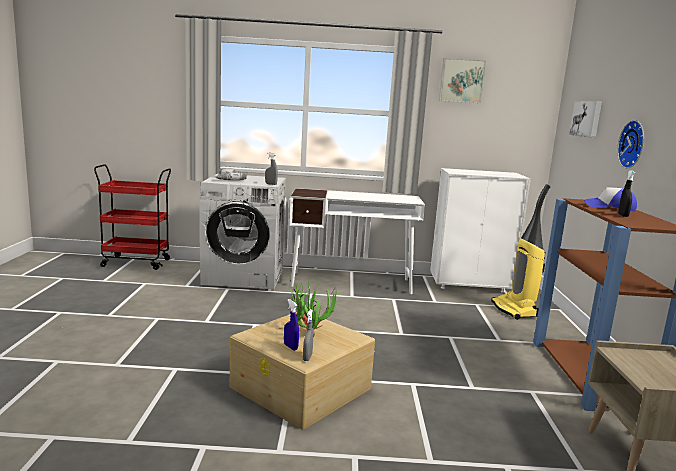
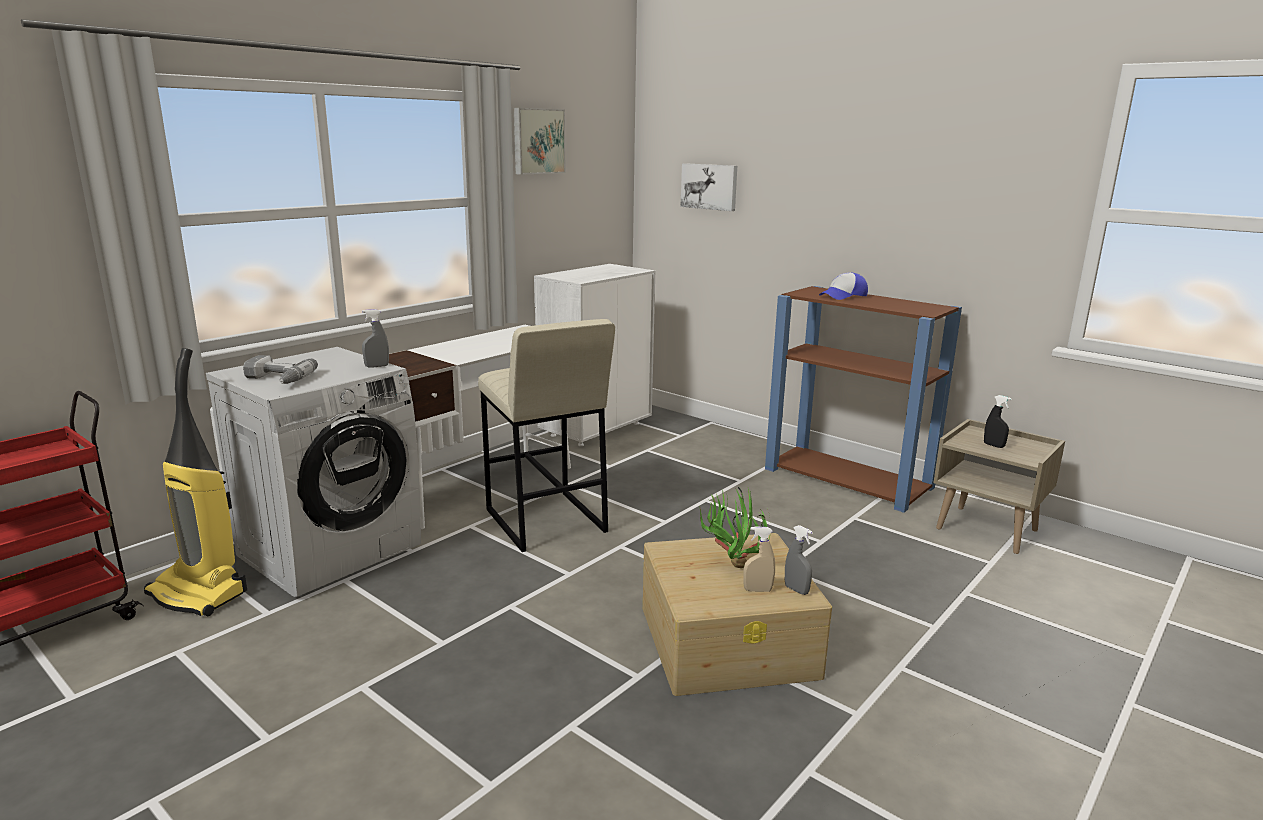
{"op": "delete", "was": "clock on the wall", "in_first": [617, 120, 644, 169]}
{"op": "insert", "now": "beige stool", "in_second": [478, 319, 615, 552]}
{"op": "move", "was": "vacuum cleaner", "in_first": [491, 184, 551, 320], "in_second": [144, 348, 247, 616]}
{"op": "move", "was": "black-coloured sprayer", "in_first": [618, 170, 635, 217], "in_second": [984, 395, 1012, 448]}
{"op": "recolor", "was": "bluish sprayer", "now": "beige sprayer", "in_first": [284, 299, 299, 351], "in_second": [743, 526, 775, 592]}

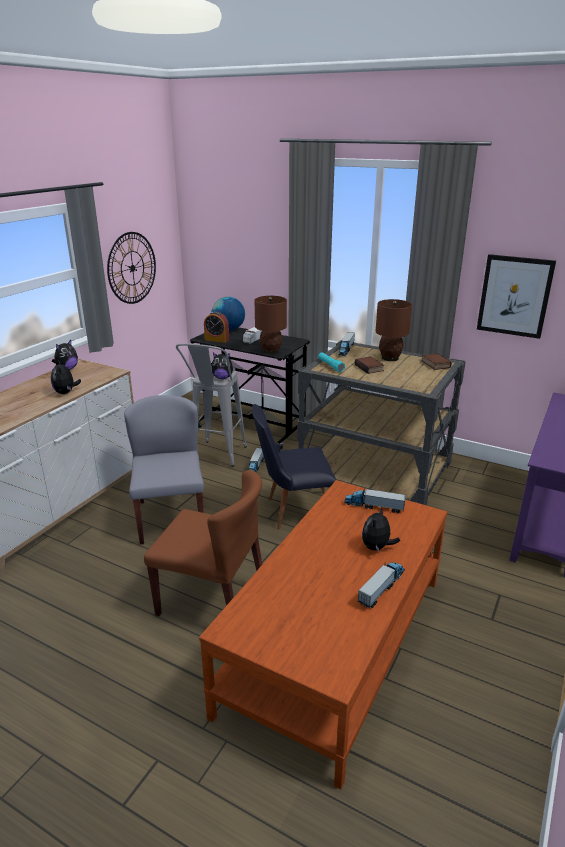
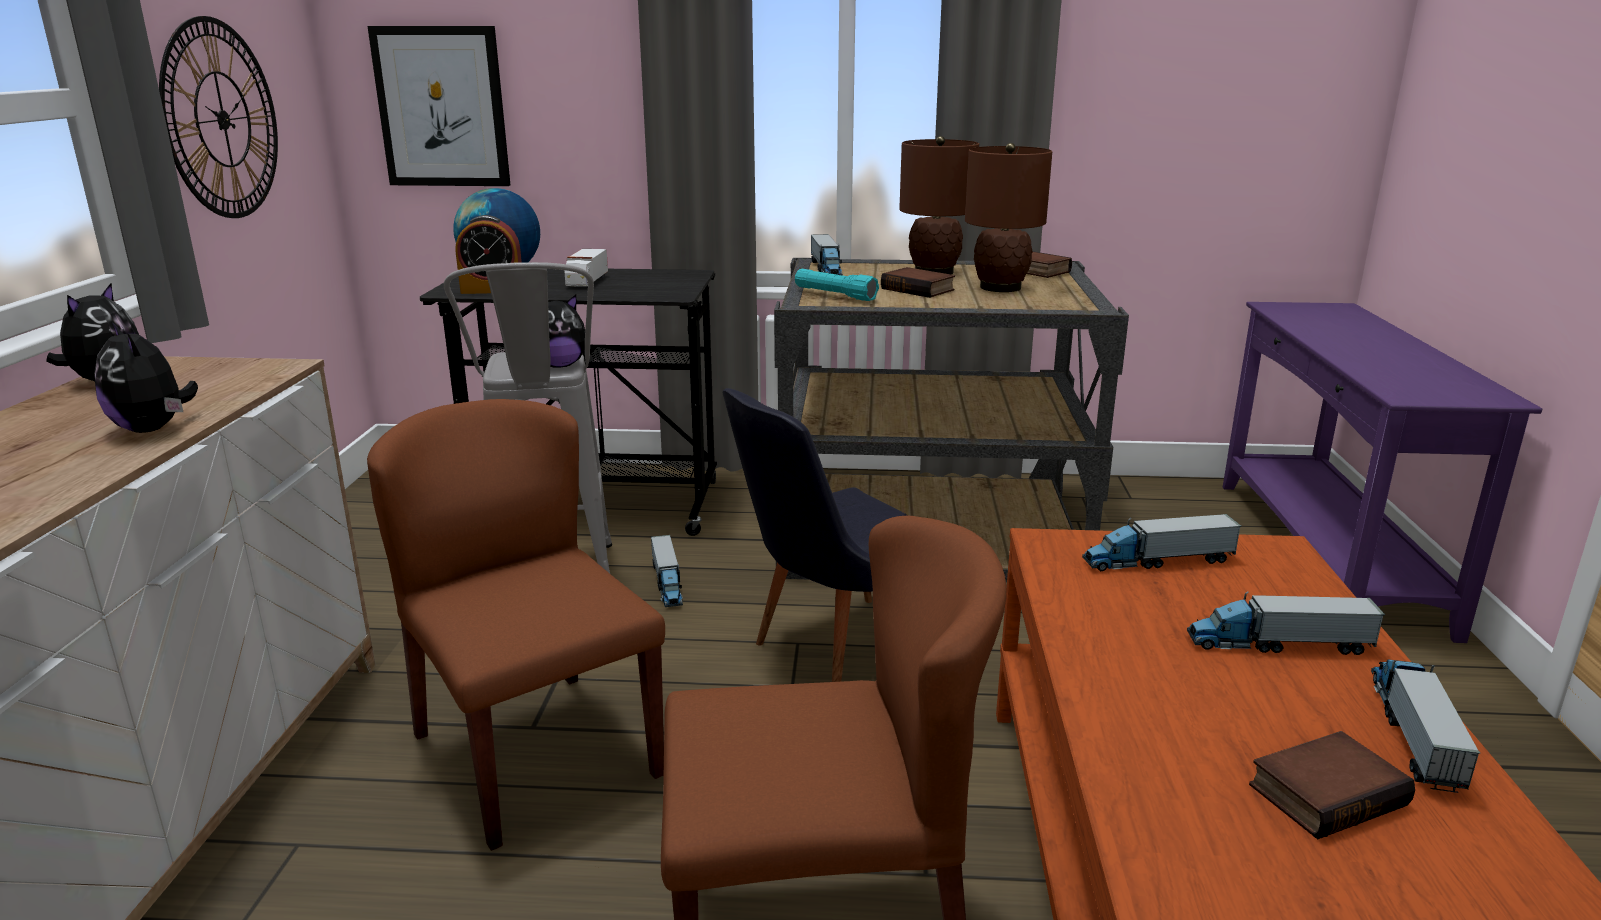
{"op": "insert", "now": "volume", "in_second": [1249, 731, 1415, 839]}
{"op": "move", "was": "brown lamp for a table", "in_first": [254, 296, 287, 354], "in_second": [965, 143, 1052, 292]}
{"op": "move", "was": "picture", "in_first": [477, 254, 556, 339], "in_second": [367, 26, 511, 186]}
{"op": "replace", "was": "plush toy", "now": "toy truck", "in_first": [362, 507, 400, 552], "in_second": [1187, 591, 1385, 655]}
{"op": "recolor", "was": "grey chair", "now": "brown chair", "in_first": [124, 395, 204, 545], "in_second": [367, 399, 665, 851]}

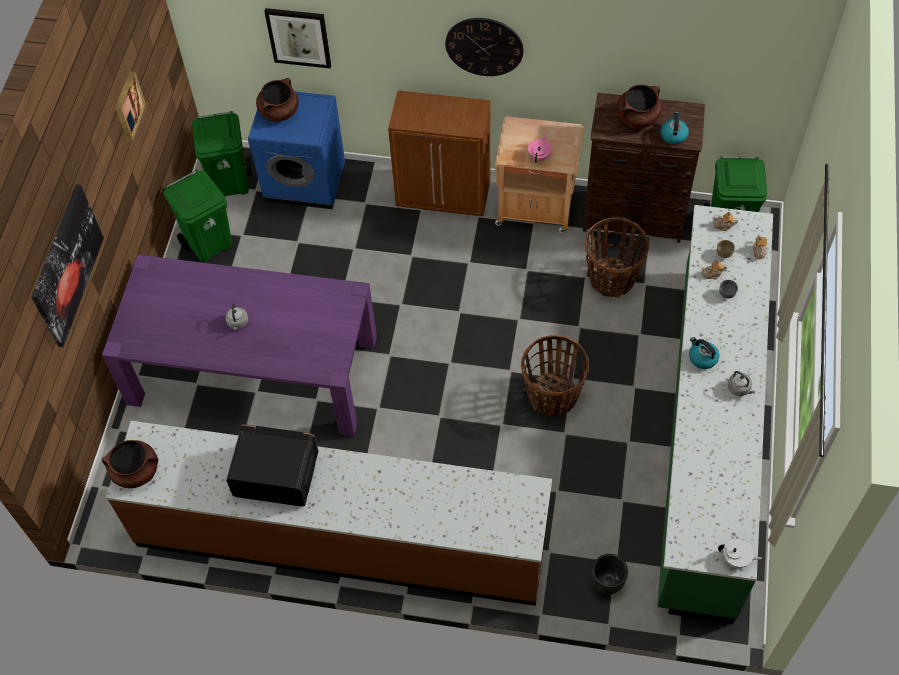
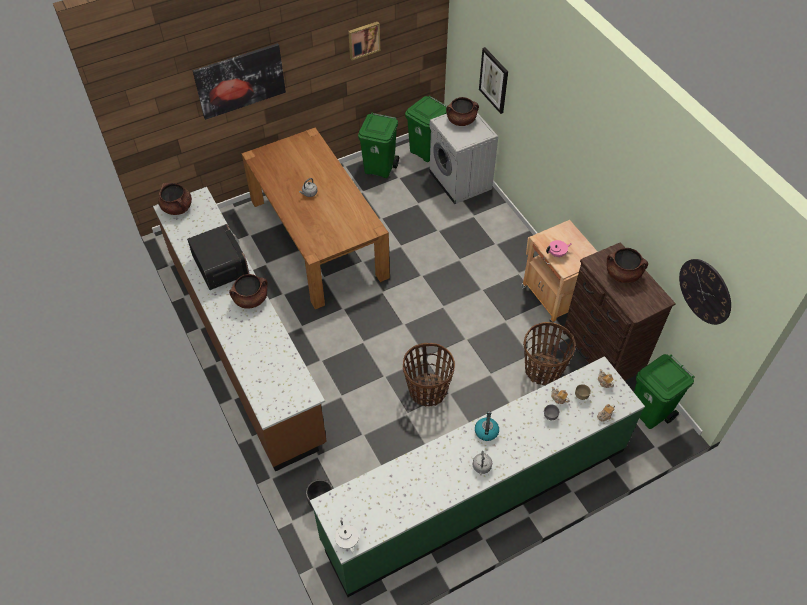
{"op": "delete", "was": "brown cupboard", "in_first": [388, 90, 491, 216]}
{"op": "delete", "was": "kettle", "in_first": [661, 112, 689, 144]}
{"op": "insert", "now": "brown cooking pot", "in_second": [229, 274, 268, 308]}
{"op": "move", "was": "clock on the wall", "in_first": [445, 18, 524, 76], "in_second": [679, 259, 731, 325]}
{"op": "recolor", "was": "purple dining table", "now": "brown dining table", "in_first": [102, 254, 377, 436], "in_second": [242, 128, 390, 309]}
{"op": "recolor", "was": "bluish laundry appliance", "now": "white-coloured laundry appliance", "in_first": [248, 92, 345, 209], "in_second": [430, 113, 498, 204]}

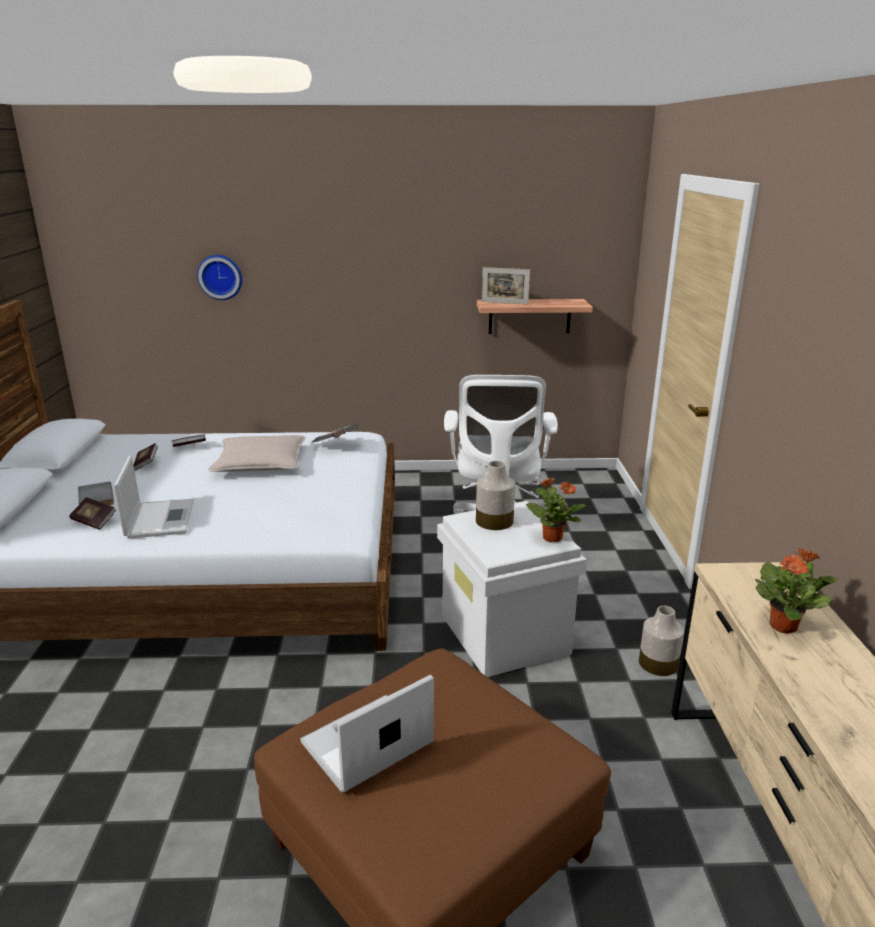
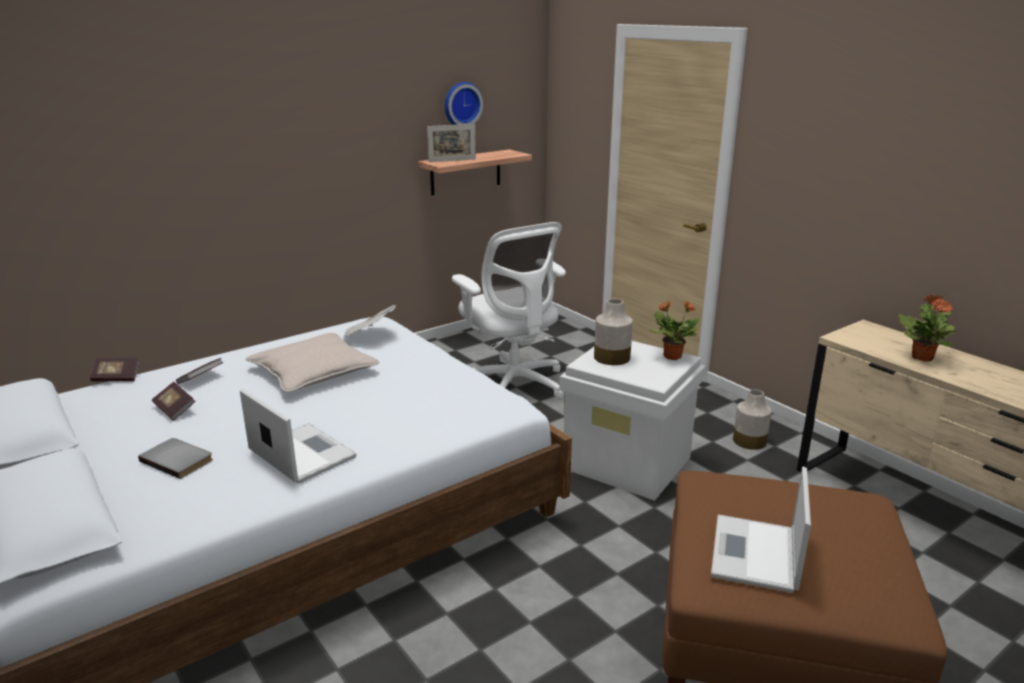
{"op": "move", "was": "volume", "in_first": [69, 497, 116, 530], "in_second": [90, 358, 139, 381]}
{"op": "move", "was": "clock on the wall", "in_first": [197, 255, 242, 300], "in_second": [445, 82, 483, 125]}

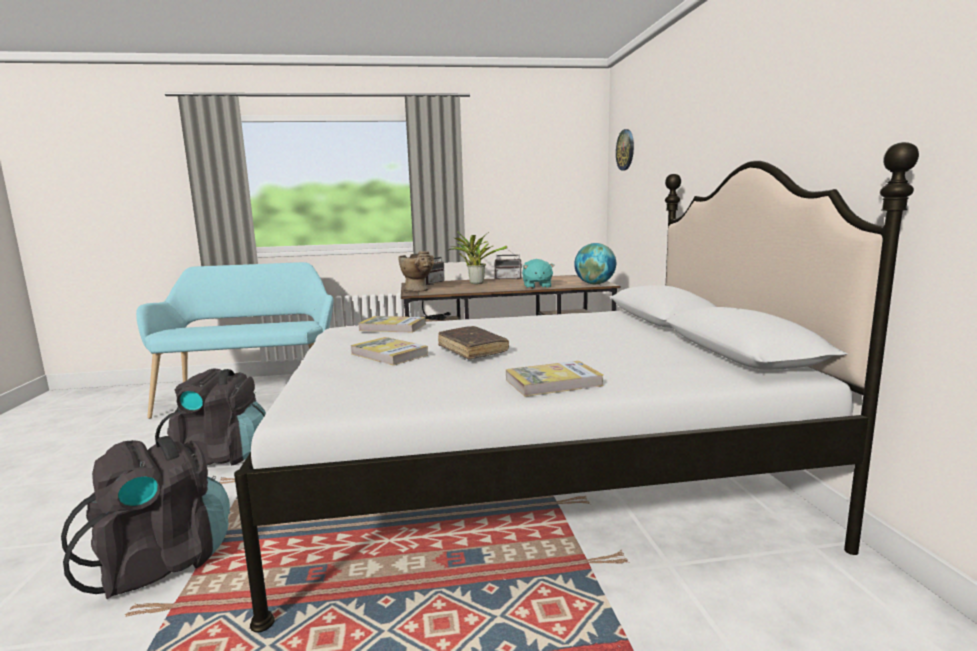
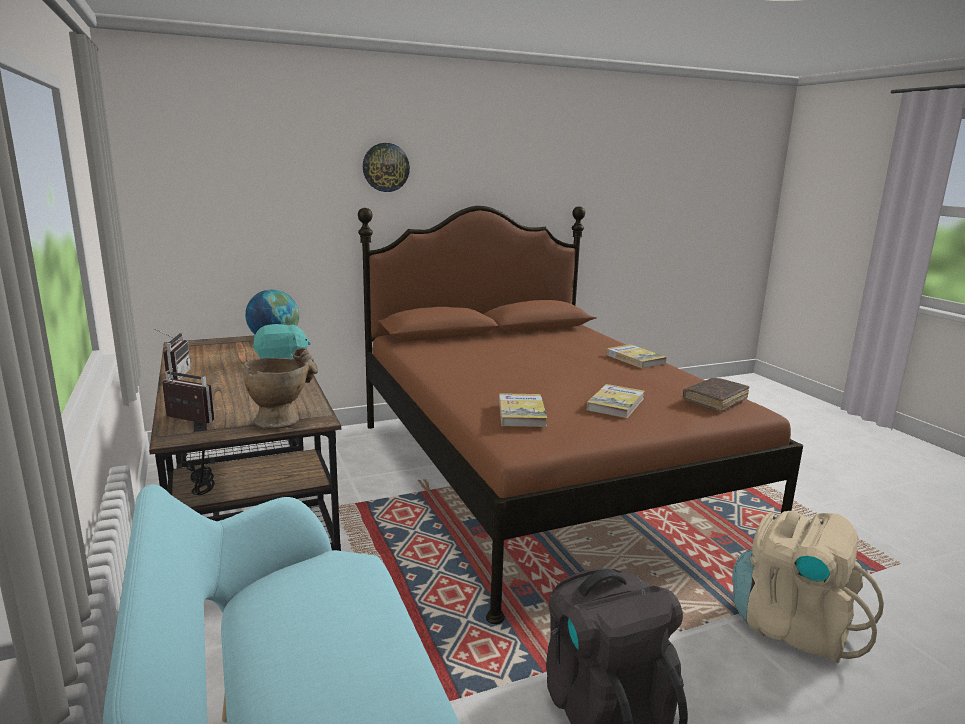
{"op": "delete", "was": "houseplant", "in_first": [447, 231, 507, 284]}
{"op": "move", "was": "brown volume", "in_first": [438, 326, 509, 359], "in_second": [683, 378, 750, 412]}
{"op": "move", "was": "clock on the wall", "in_first": [616, 129, 634, 171], "in_second": [363, 143, 410, 192]}
{"op": "recolor", "was": "black-coloured rucksack", "now": "beige rucksack", "in_first": [61, 436, 230, 599], "in_second": [732, 510, 884, 663]}
{"op": "recolor", "was": "white-coloured bedroom bed", "now": "brown bedroom bed", "in_first": [234, 142, 919, 632], "in_second": [358, 206, 803, 624]}

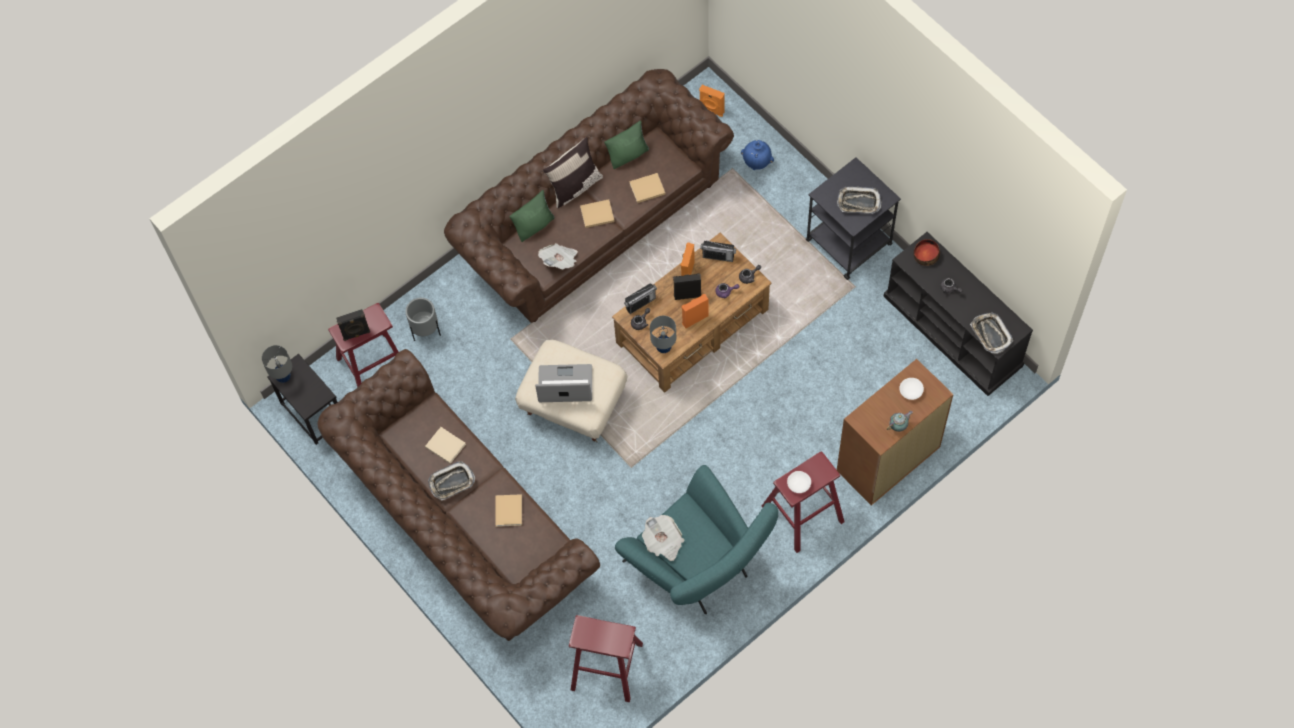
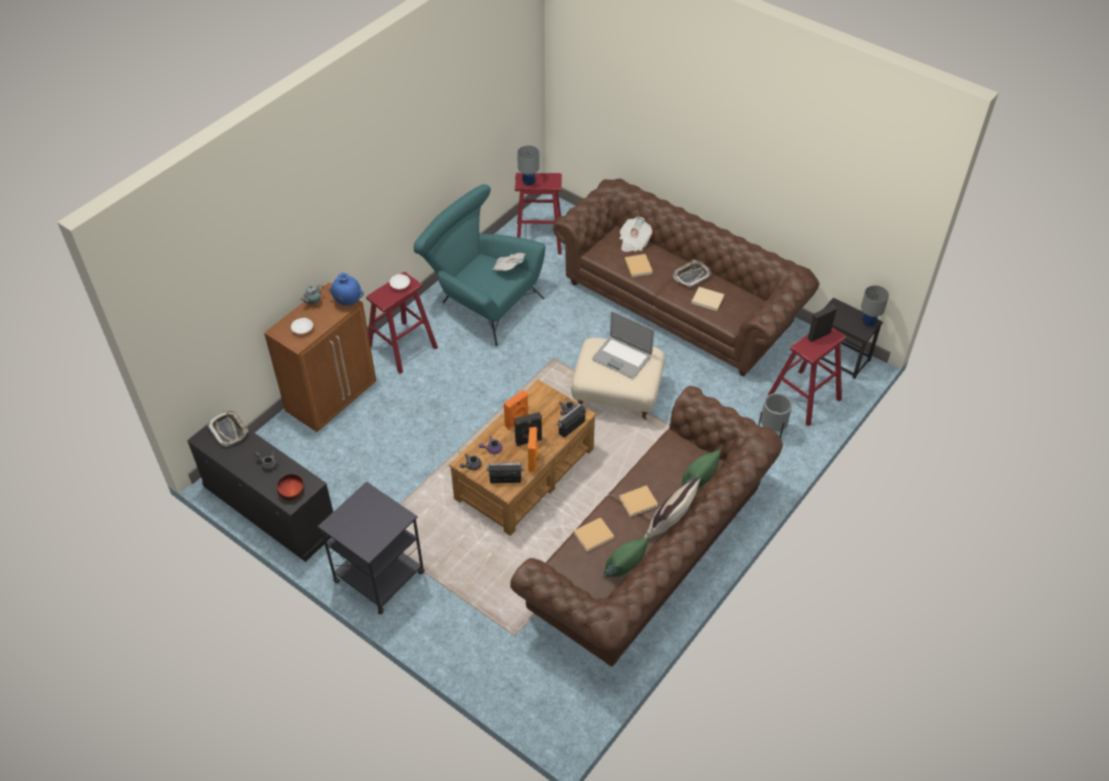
{"op": "delete", "was": "orangey audio speaker", "in_first": [699, 85, 725, 117]}
{"op": "delete", "was": "carrying tray", "in_first": [837, 187, 882, 214]}
{"op": "move", "was": "printed paper", "in_first": [538, 243, 578, 269], "in_second": [620, 217, 652, 252]}
{"op": "move", "was": "grey lamp for a table", "in_first": [650, 316, 676, 353], "in_second": [517, 145, 539, 185]}
{"op": "move", "was": "bluish flower vase", "in_first": [741, 140, 774, 170], "in_second": [329, 273, 364, 305]}
{"op": "rotate", "was": "portable computer", "in_first": [535, 364, 592, 402], "in_second": [592, 311, 654, 379], "clockwise": 45}

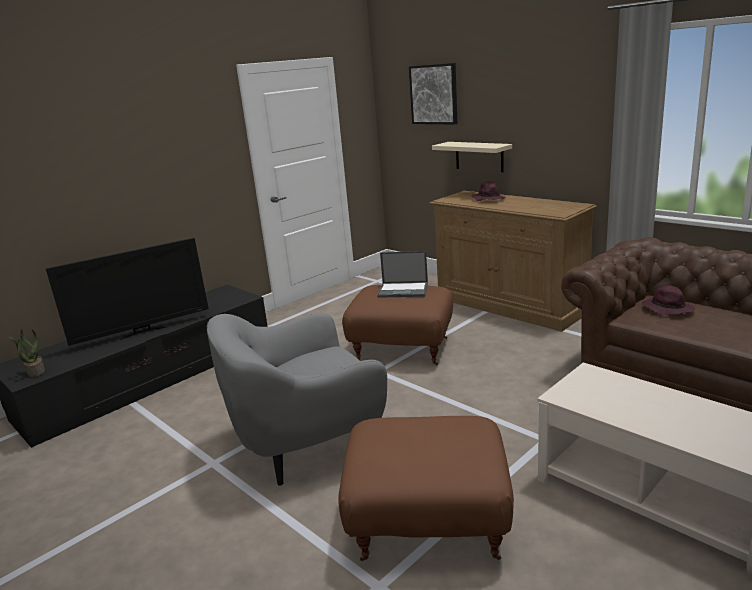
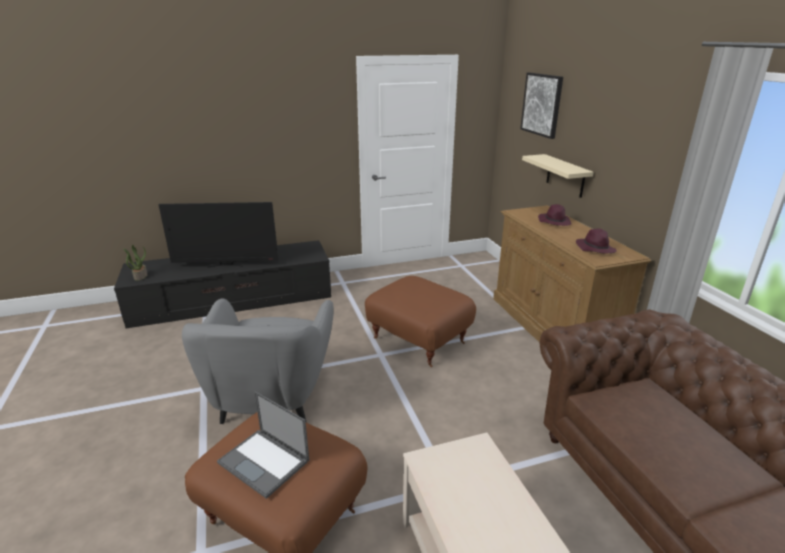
{"op": "move", "was": "portable computer", "in_first": [377, 251, 428, 298], "in_second": [217, 391, 309, 499]}
{"op": "move", "was": "purple wearable hat", "in_first": [642, 285, 695, 315], "in_second": [576, 228, 617, 253]}
{"op": "rotate", "was": "grey easy chair", "in_first": [207, 313, 387, 486], "in_second": [182, 298, 334, 424], "clockwise": -90}

